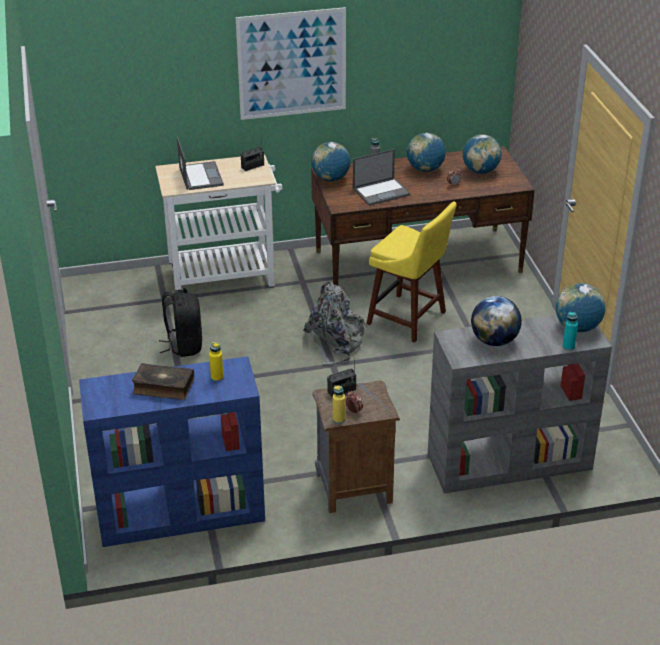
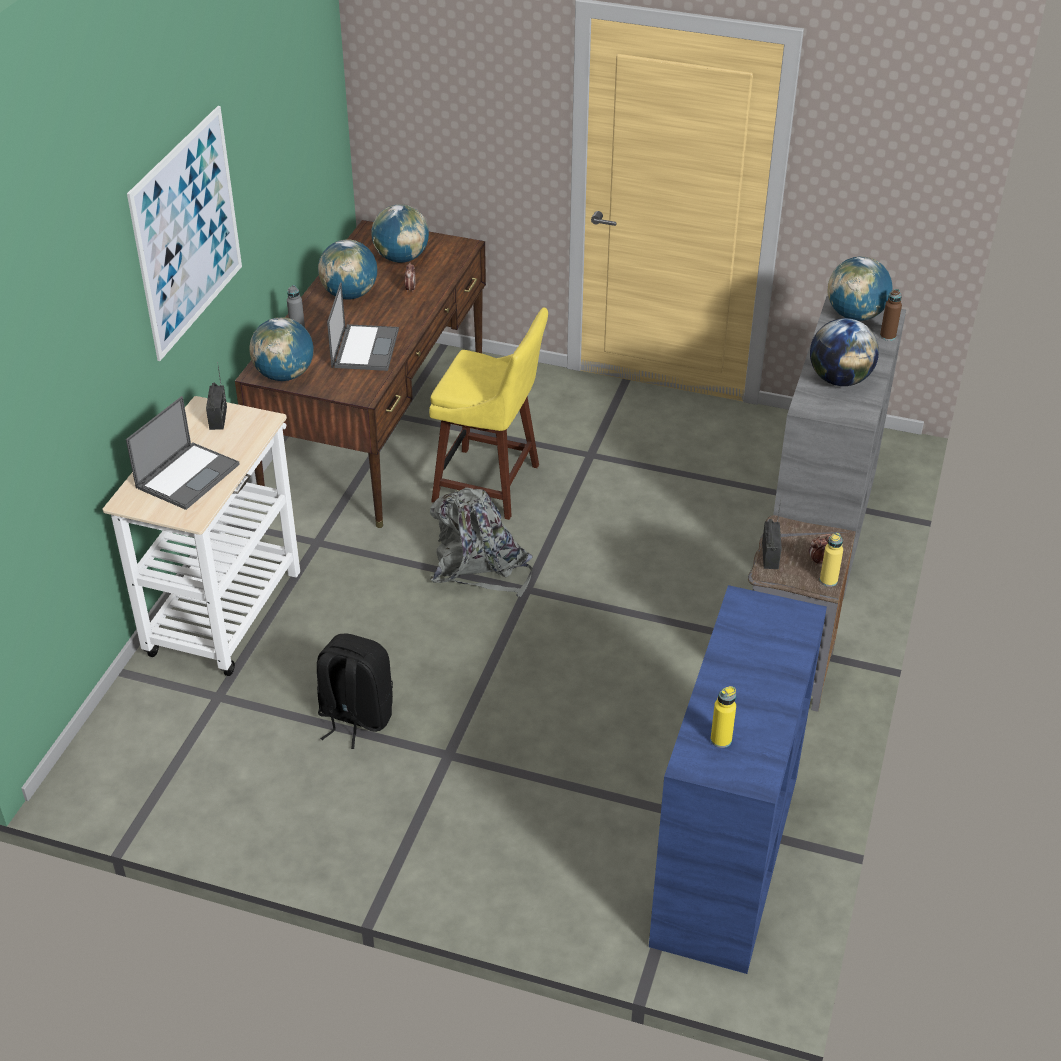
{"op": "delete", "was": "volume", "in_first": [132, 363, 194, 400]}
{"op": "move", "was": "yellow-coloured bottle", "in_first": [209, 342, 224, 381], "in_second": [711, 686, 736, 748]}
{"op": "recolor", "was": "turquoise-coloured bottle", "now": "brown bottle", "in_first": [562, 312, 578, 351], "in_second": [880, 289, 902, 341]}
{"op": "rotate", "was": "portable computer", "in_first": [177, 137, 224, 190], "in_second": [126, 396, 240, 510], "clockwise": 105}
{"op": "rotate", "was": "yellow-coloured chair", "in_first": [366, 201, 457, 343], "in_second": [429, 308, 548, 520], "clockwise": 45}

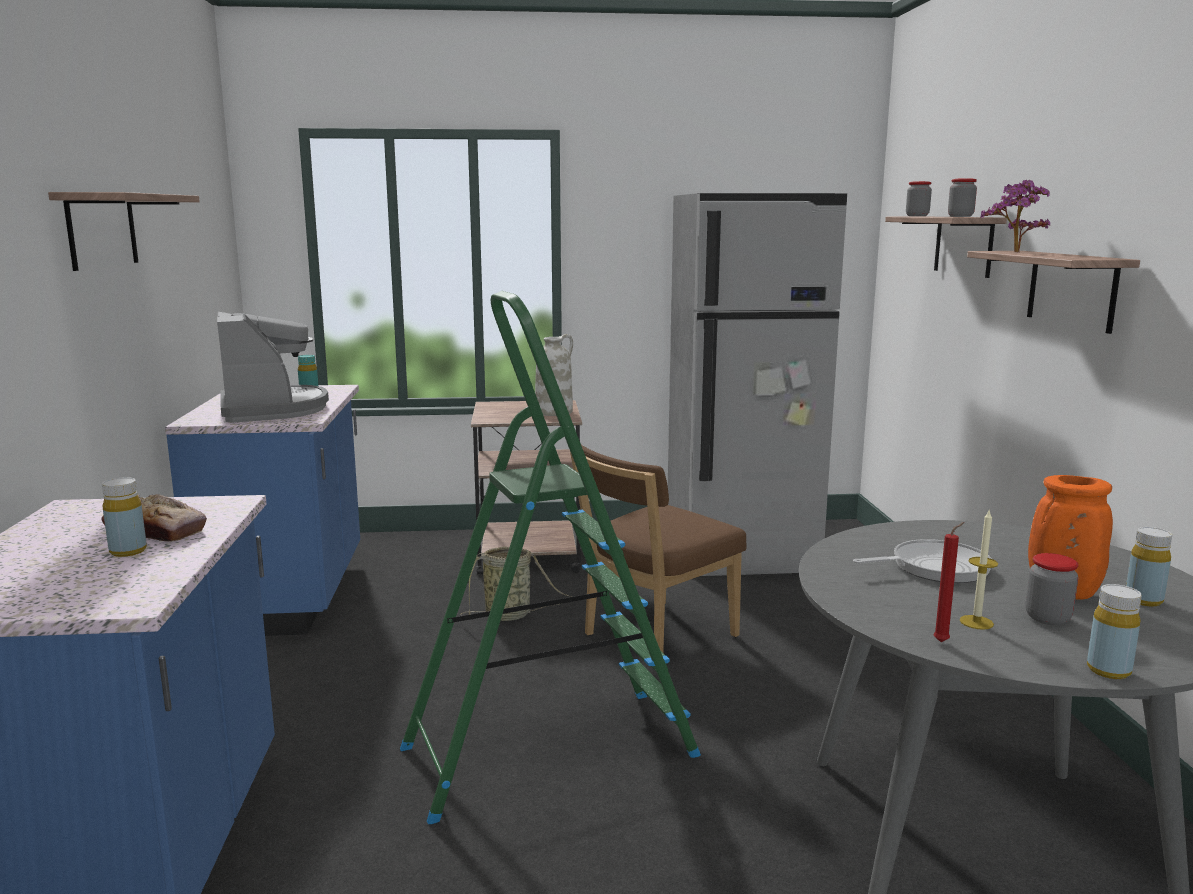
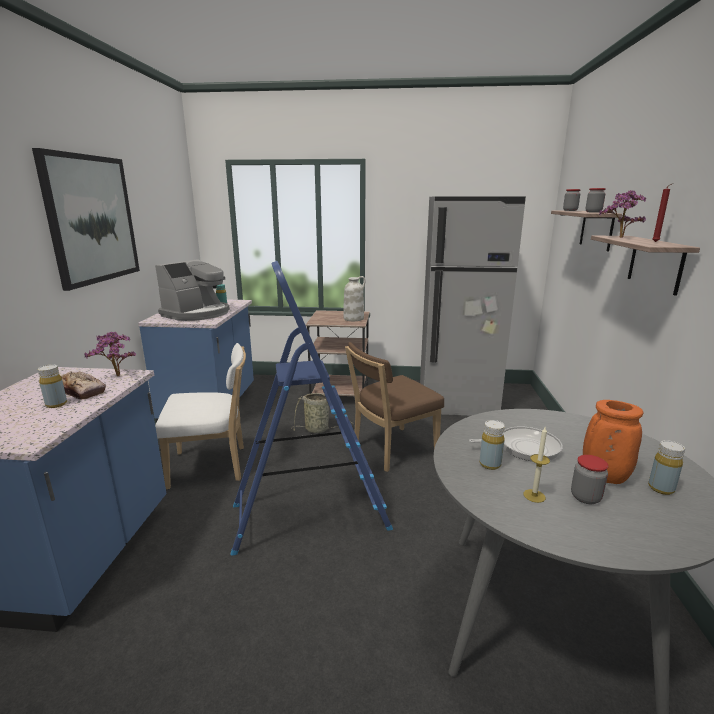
{"op": "insert", "now": "houseplant", "in_second": [84, 332, 136, 376]}
{"op": "insert", "now": "white-coloured chair", "in_second": [155, 343, 246, 489]}
{"op": "move", "was": "red candle", "in_first": [934, 522, 964, 642], "in_second": [652, 183, 673, 242]}
{"op": "move", "was": "yellow-coloured bottle", "in_first": [1087, 584, 1142, 679], "in_second": [480, 420, 505, 470]}
{"op": "replace", "was": "bracket shelf", "now": "picture", "in_first": [48, 192, 200, 271], "in_second": [32, 148, 140, 291]}
{"op": "recolor", "was": "greenish stepladder", "now": "bluish stepladder", "in_first": [400, 291, 701, 824], "in_second": [231, 261, 393, 556]}
{"op": "rotate", "was": "coffee brewer", "in_first": [217, 312, 329, 423], "in_second": [155, 259, 230, 321], "clockwise": 45}

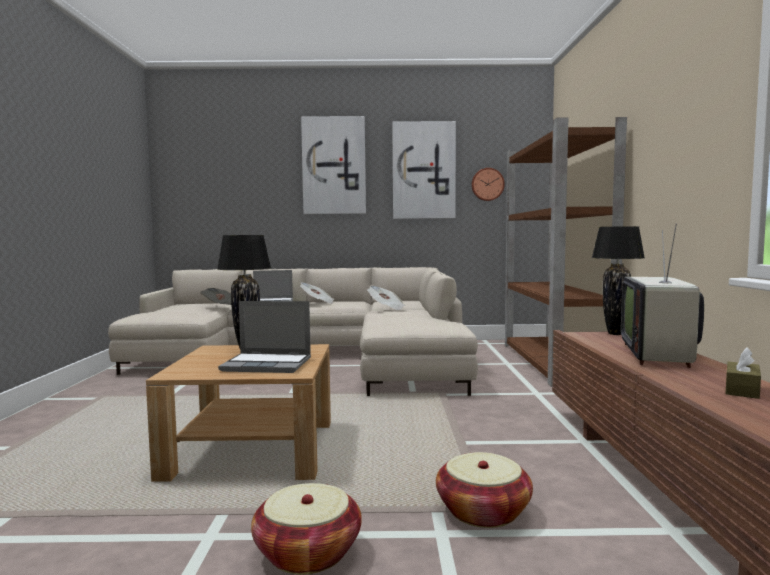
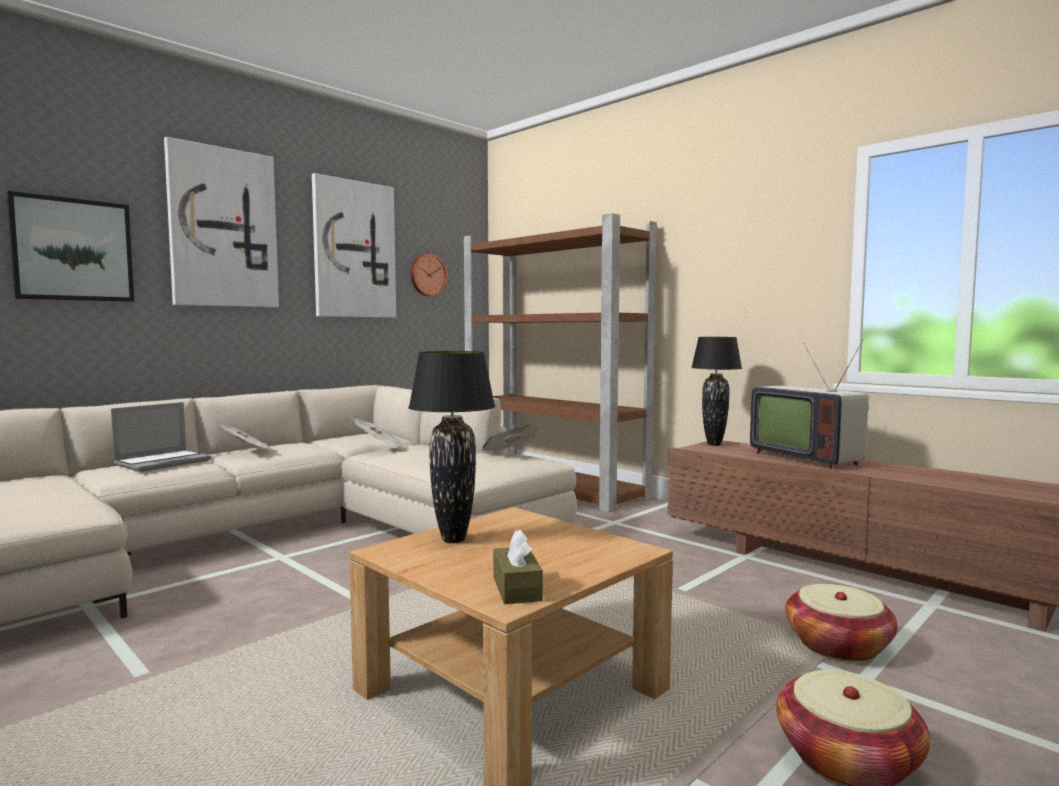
{"op": "delete", "was": "portable computer", "in_first": [218, 301, 311, 373]}
{"op": "insert", "now": "picture", "in_second": [6, 191, 134, 302]}
{"op": "move", "was": "printed paper", "in_first": [200, 288, 231, 305], "in_second": [481, 425, 539, 451]}
{"op": "move", "was": "brown box of tissues", "in_first": [726, 347, 761, 399], "in_second": [493, 529, 543, 604]}

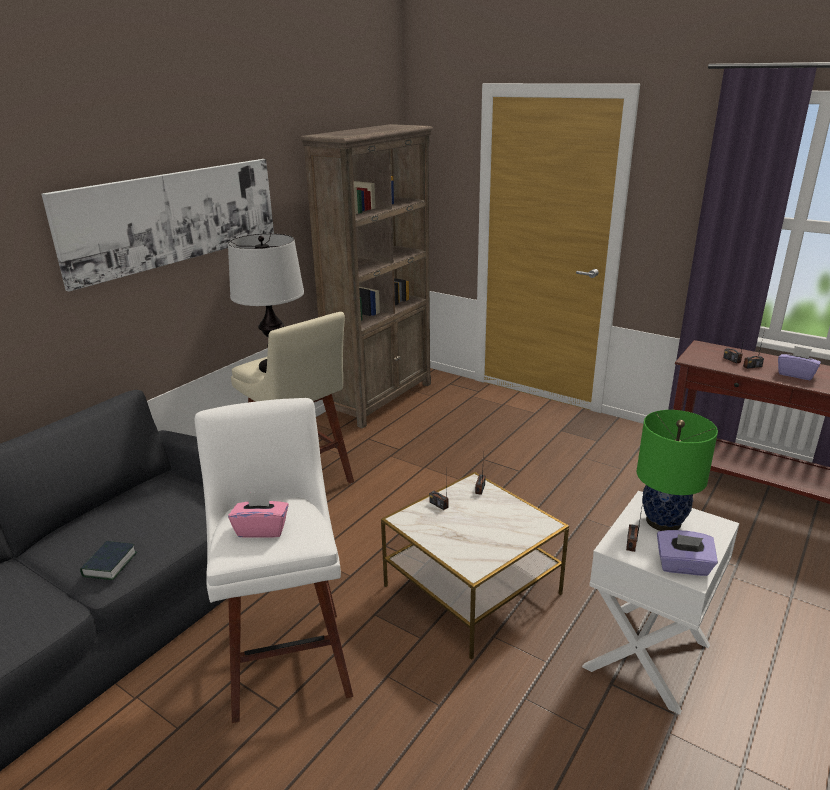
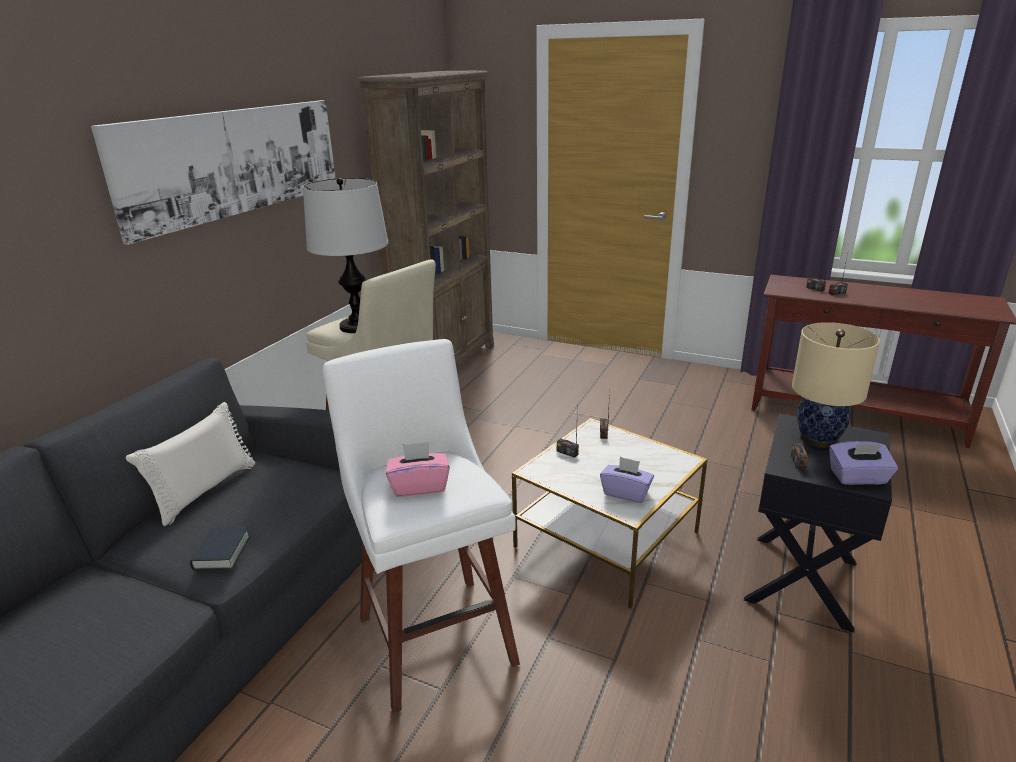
{"op": "insert", "now": "white-coloured throw pillow", "in_second": [126, 402, 255, 526]}
{"op": "move", "was": "purple box of tissues", "in_first": [778, 346, 821, 380], "in_second": [600, 457, 654, 503]}
{"op": "recolor", "was": "white-coloured accent table", "now": "black-coloured accent table", "in_first": [582, 491, 739, 715], "in_second": [744, 414, 892, 632]}
{"op": "recolor", "was": "greenish lamp for a table", "now": "beige lamp for a table", "in_first": [637, 410, 718, 531], "in_second": [792, 322, 880, 448]}

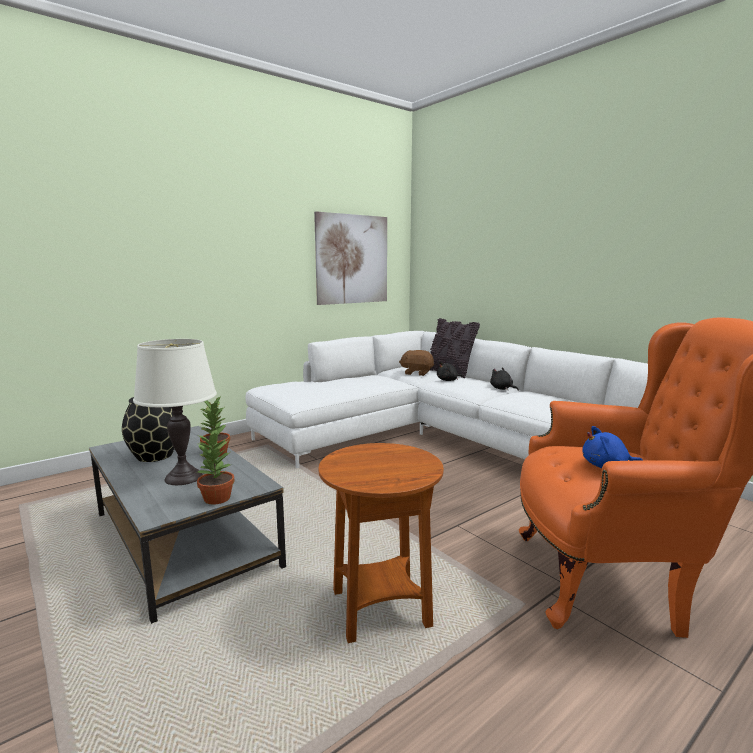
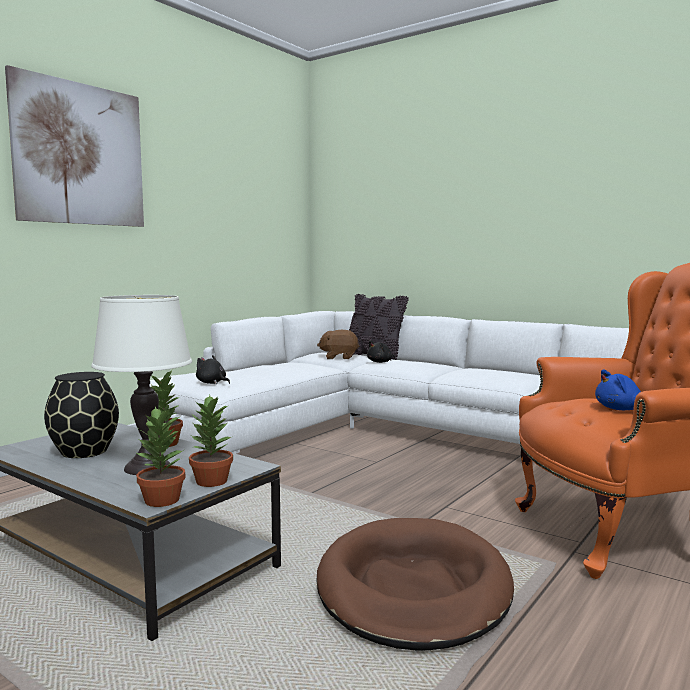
{"op": "insert", "now": "houseplant", "in_second": [135, 406, 186, 507]}
{"op": "move", "was": "picture", "in_first": [314, 211, 387, 305], "in_second": [5, 65, 144, 227]}
{"op": "move", "was": "black-coloured plush toy", "in_first": [490, 367, 519, 391], "in_second": [196, 355, 230, 384]}
{"op": "replace", "was": "brown accent table", "now": "brown dog cushion", "in_first": [318, 443, 444, 643], "in_second": [317, 518, 514, 650]}

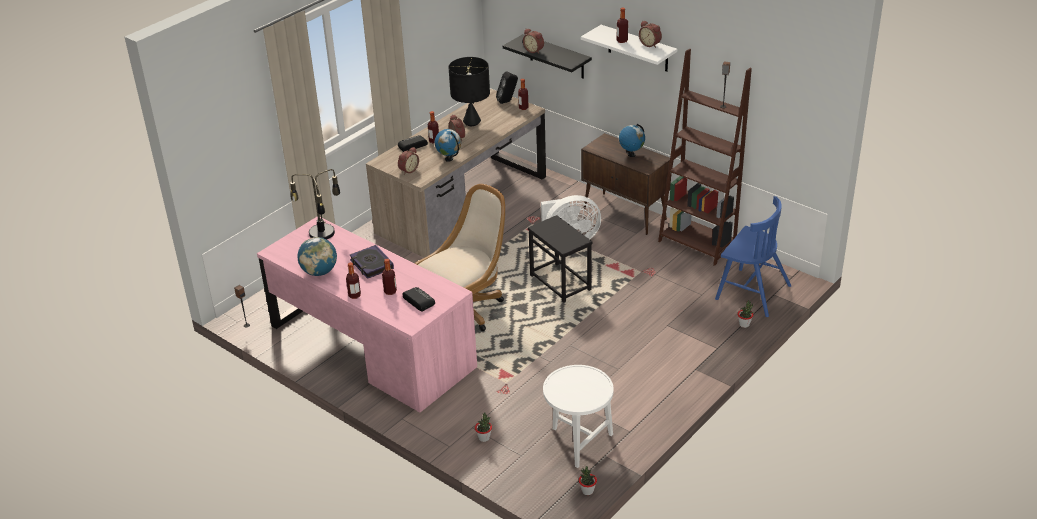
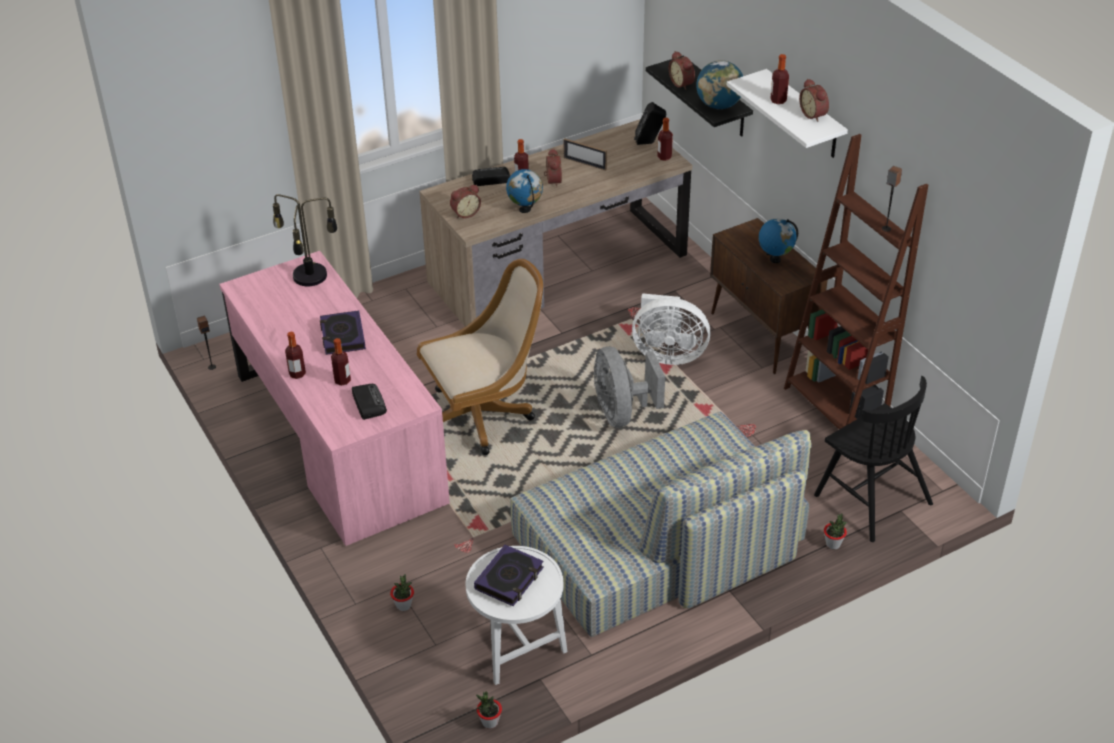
{"op": "insert", "now": "volume", "in_second": [474, 545, 544, 606]}
{"op": "insert", "now": "sofa", "in_second": [511, 411, 812, 637]}
{"op": "move", "was": "desk globe", "in_first": [297, 237, 337, 276], "in_second": [696, 60, 743, 109]}
{"op": "replace", "was": "black-coloured lamp for a table", "now": "photo frame", "in_first": [448, 57, 490, 126], "in_second": [563, 138, 607, 171]}
{"op": "replace", "was": "black-coloured accent table", "now": "grey electric fan", "in_first": [528, 215, 592, 303], "in_second": [594, 346, 665, 427]}
{"op": "recolor", "was": "bluish chair", "now": "black-coloured chair", "in_first": [715, 196, 791, 317], "in_second": [814, 376, 933, 542]}

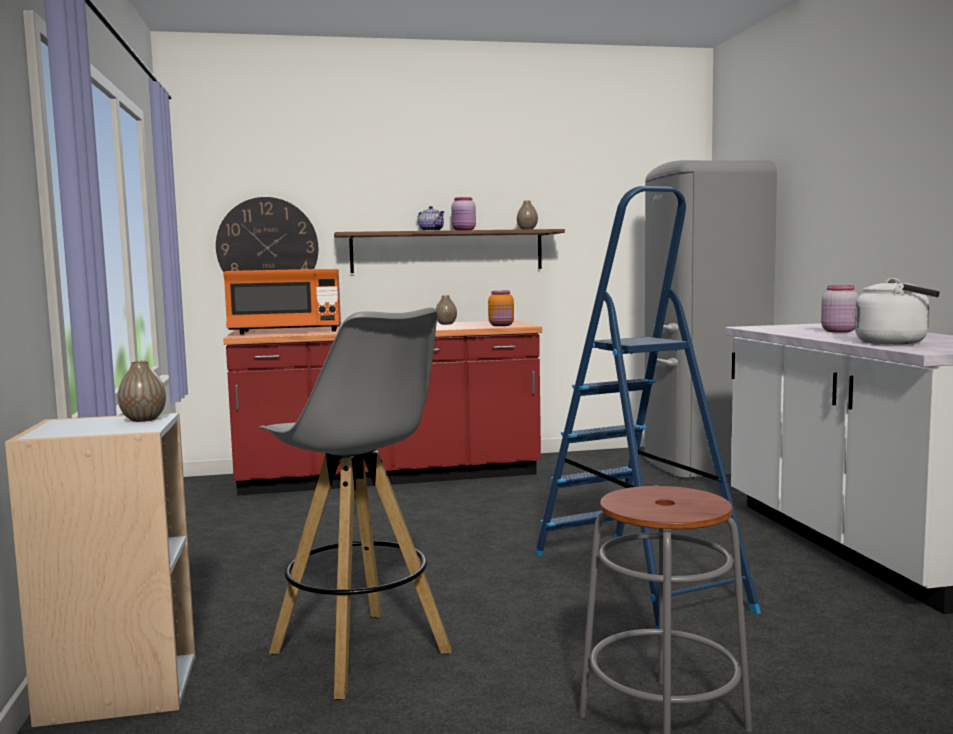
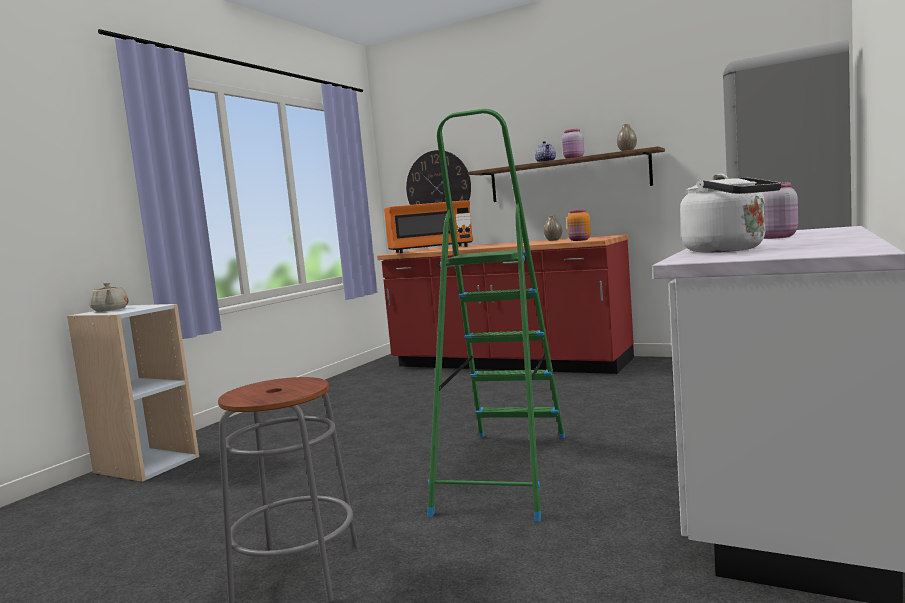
{"op": "delete", "was": "flower vase", "in_first": [118, 360, 166, 422]}
{"op": "delete", "was": "grey stool", "in_first": [259, 307, 452, 700]}
{"op": "insert", "now": "beige tea pot", "in_second": [89, 283, 129, 312]}
{"op": "recolor", "was": "bluish stepladder", "now": "greenish stepladder", "in_first": [535, 186, 761, 629], "in_second": [427, 109, 565, 522]}
{"op": "rotate", "was": "orangey microwave oven", "in_first": [223, 269, 341, 334], "in_second": [384, 200, 473, 253], "clockwise": -45}

